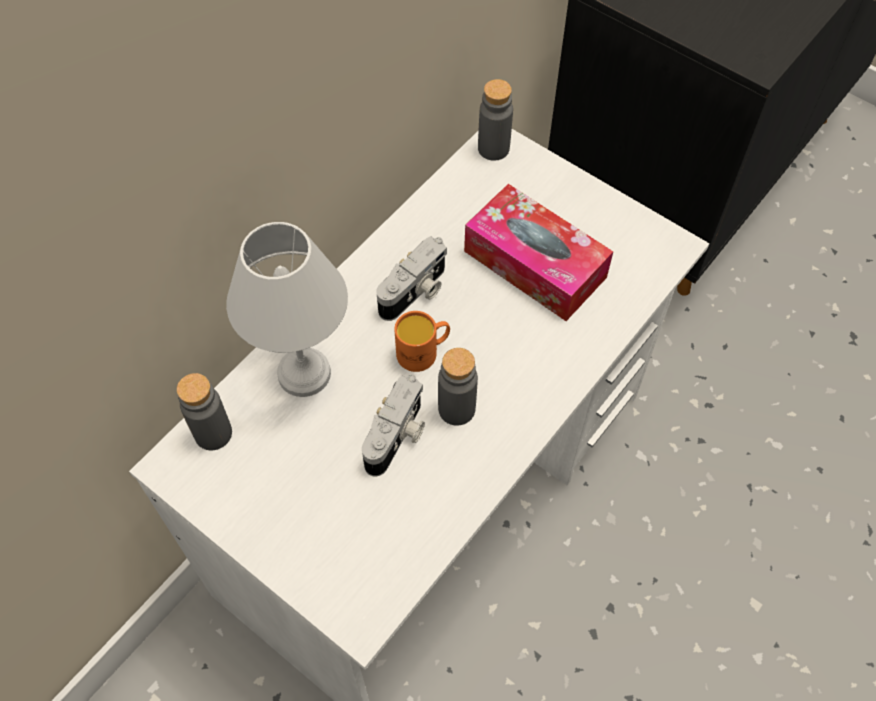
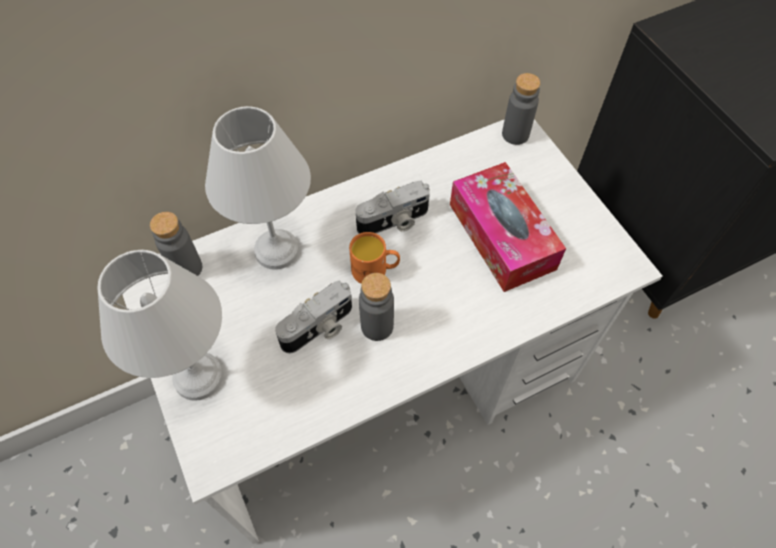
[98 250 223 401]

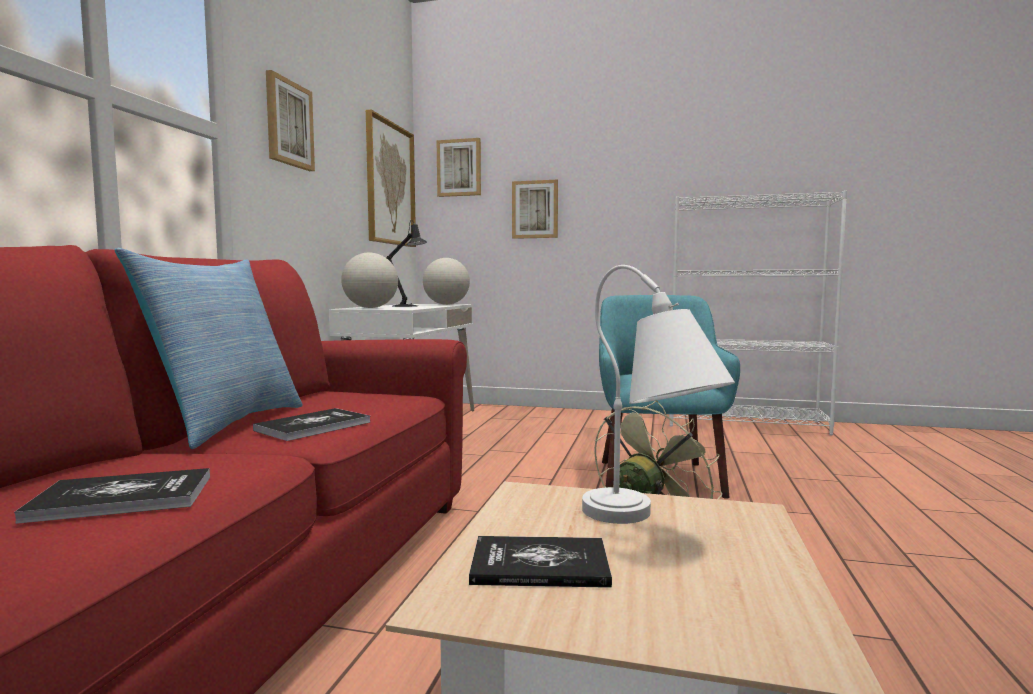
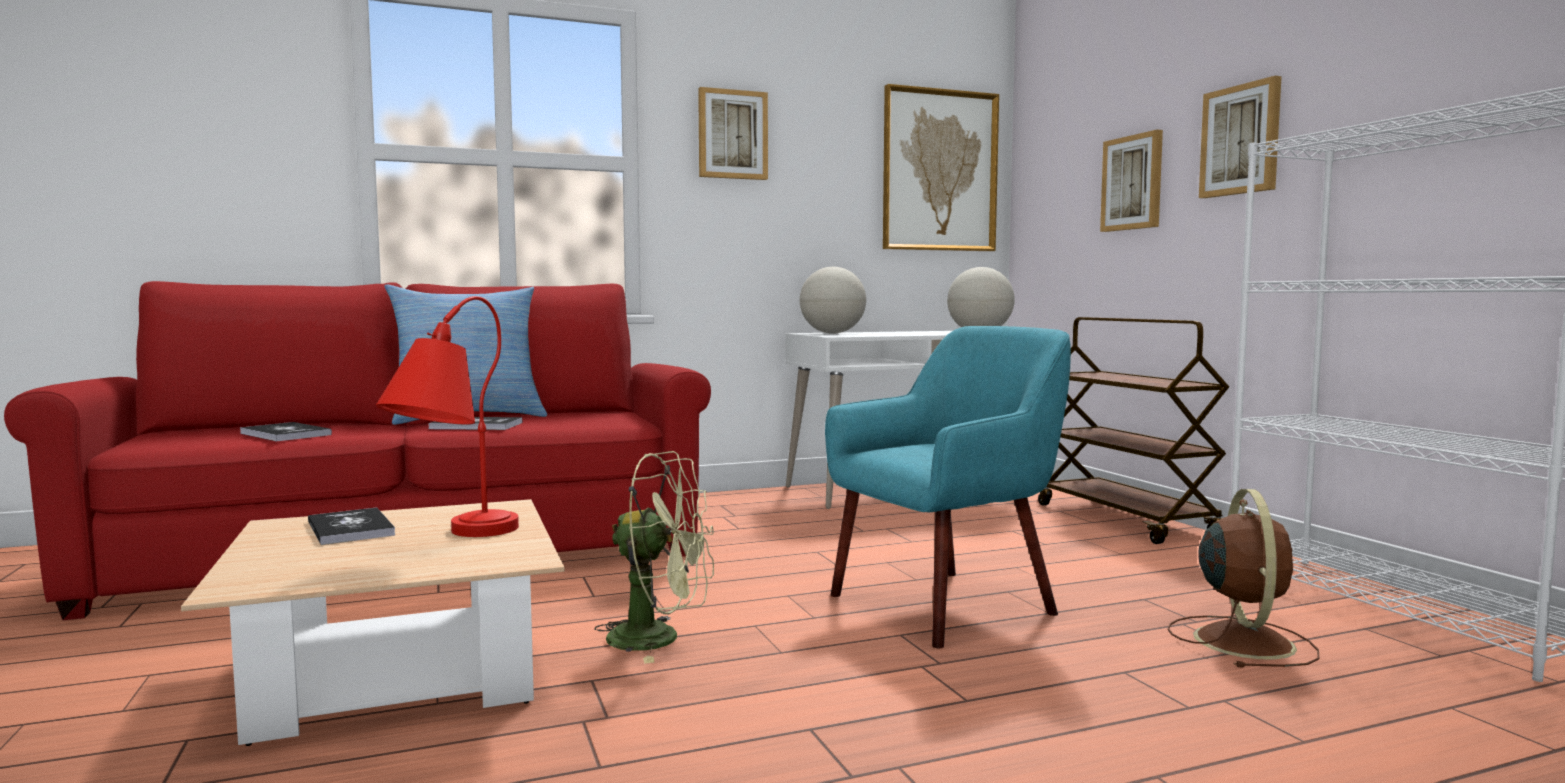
[1199 76 1282 198]
[386 220 427 307] (first image)
[376 296 519 537]
[1038 317 1229 544]
[1168 489 1319 668]

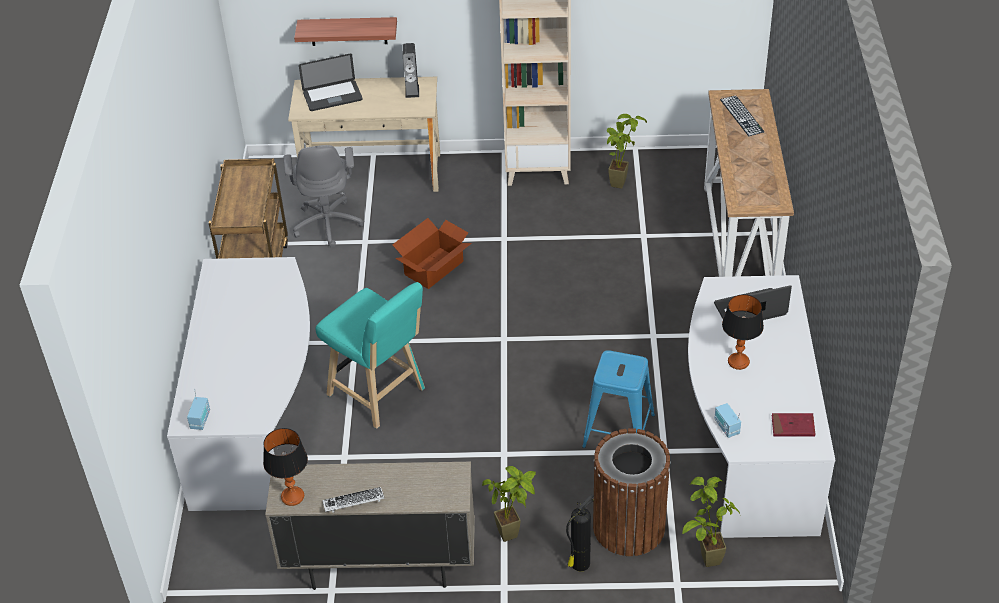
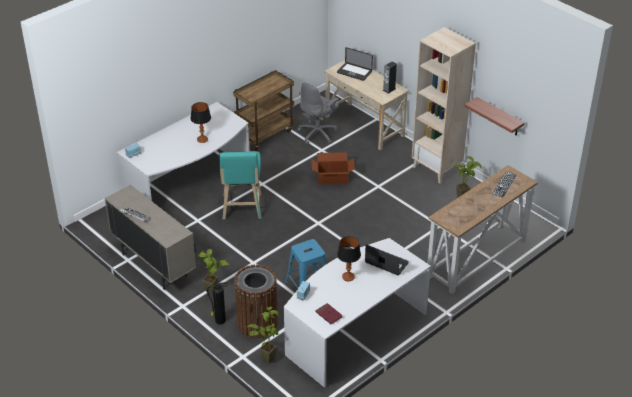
[464 97 525 136]
[191 102 211 143]

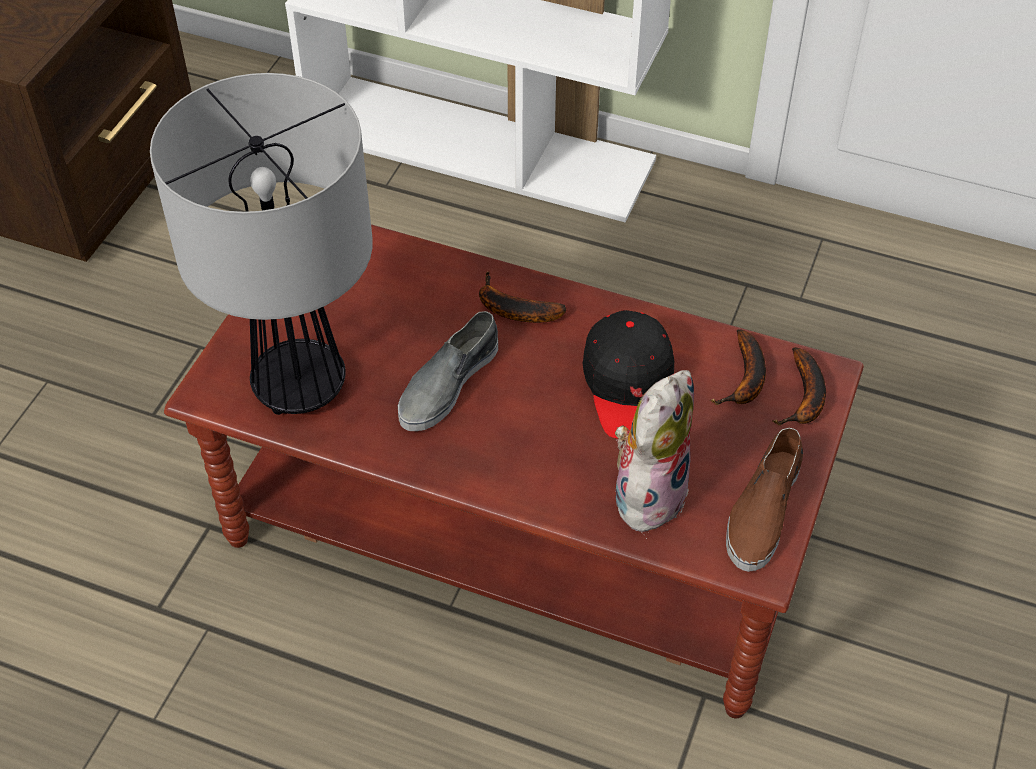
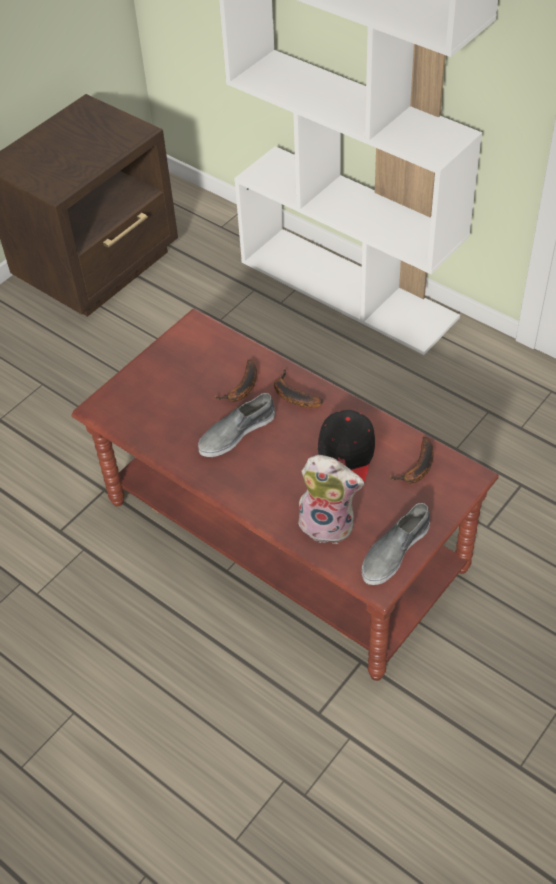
[150 73 373 415] (first image)
[214 359 257 402]
[296 455 364 544]
[362 503 430 585]

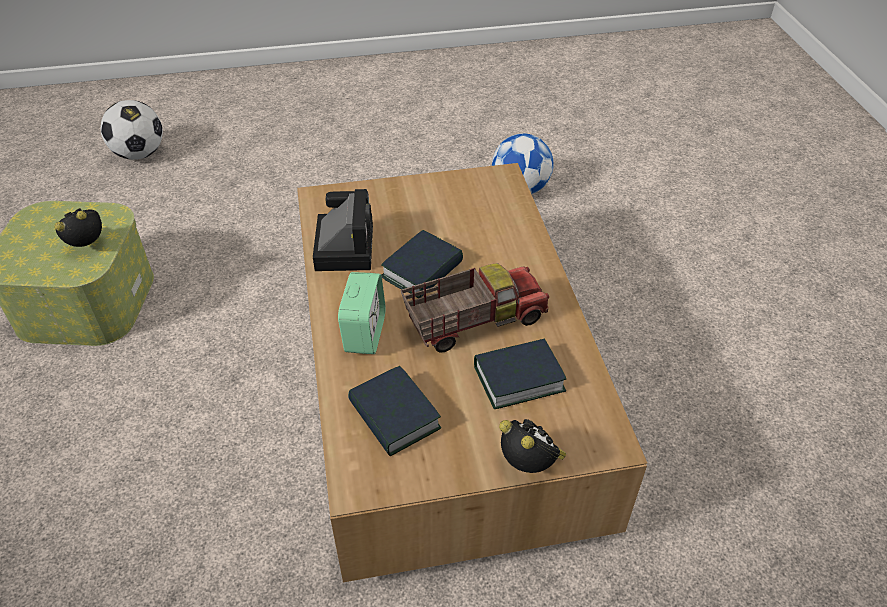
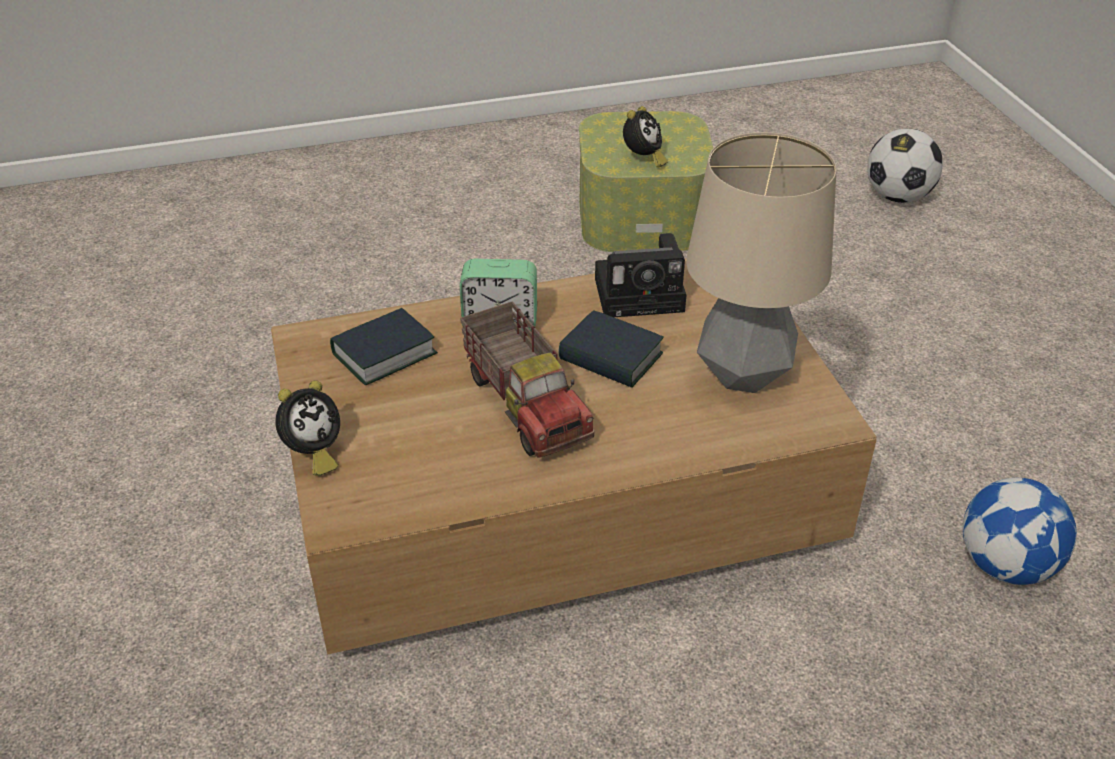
[623 106 668 168]
[474 338 566 409] (first image)
[686 132 837 393]

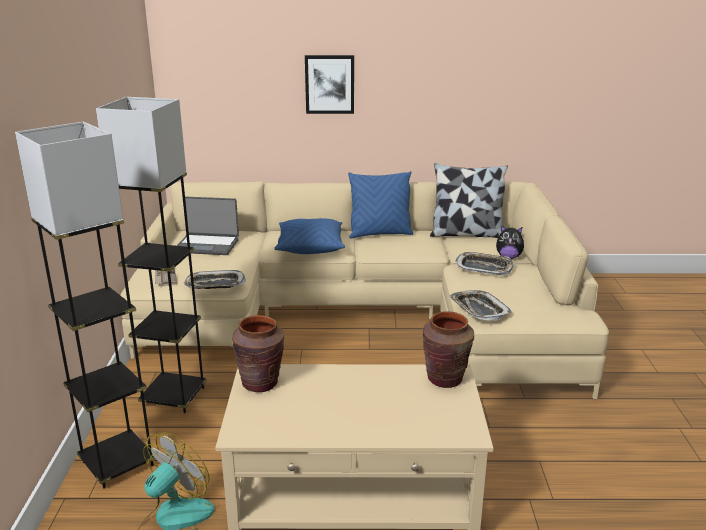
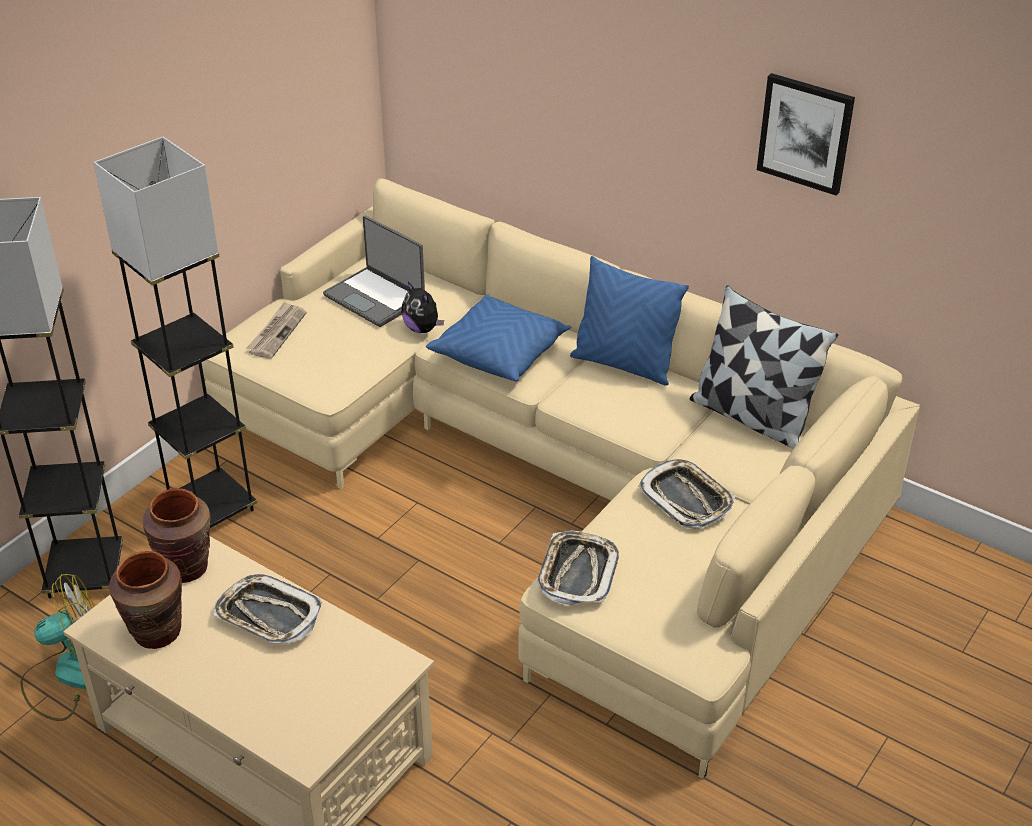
[757 73 855 195]
[401 282 444 333]
[213 574 323 644]
[109 551 182 649]

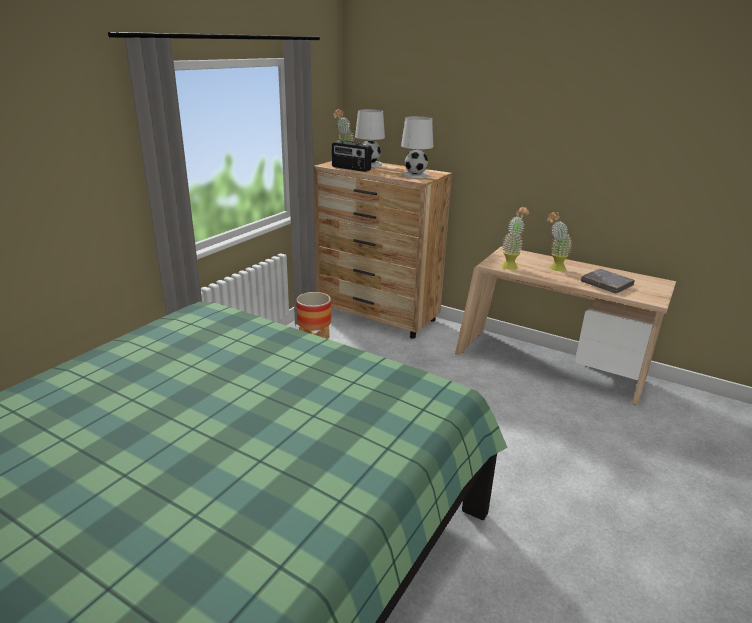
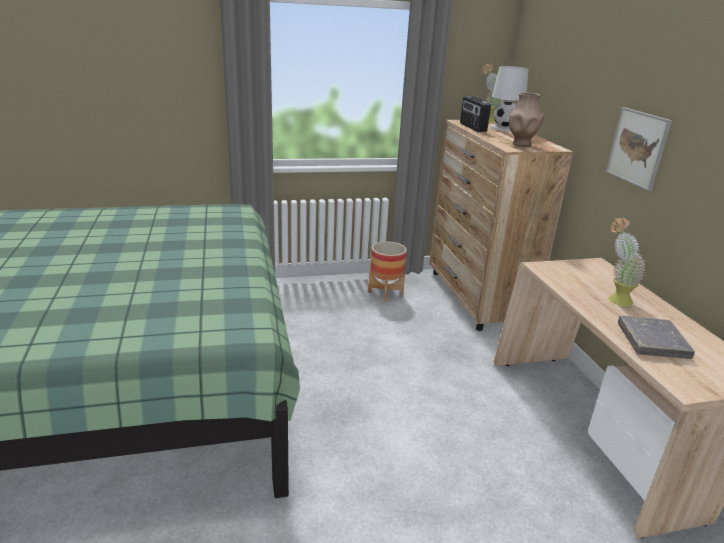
[509 93 544 147]
[501 207 529 270] (first image)
[606 107 672 191]

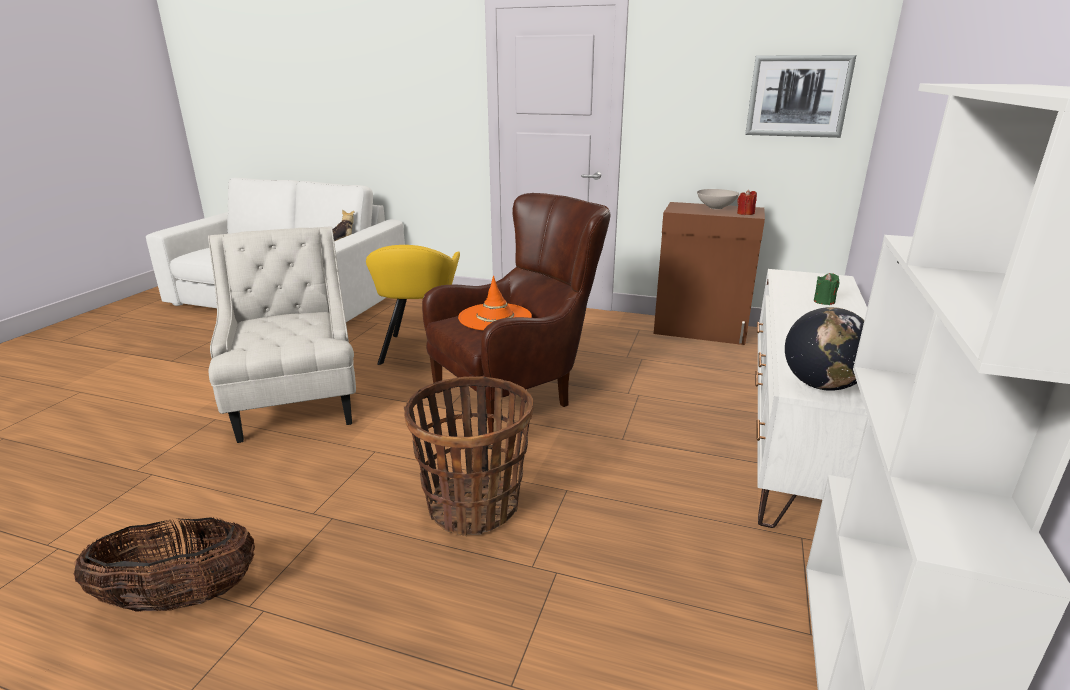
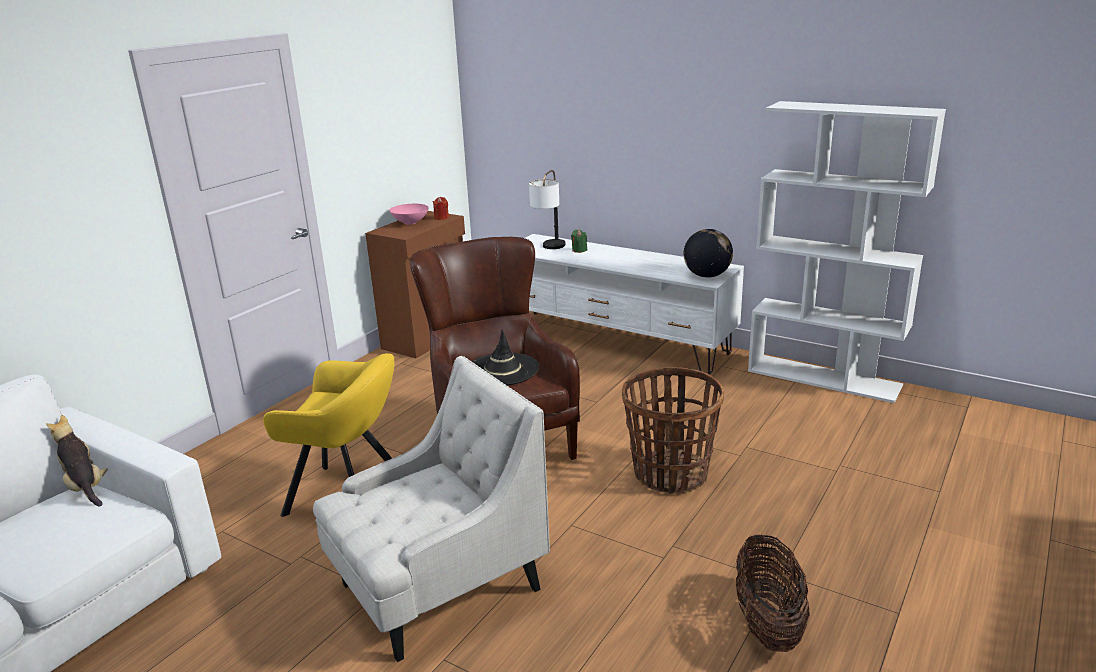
[745 55 856 138] (first image)
[390 204 429 225]
[313 356 550 662]
[472 330 539 385]
[529 170 566 249]

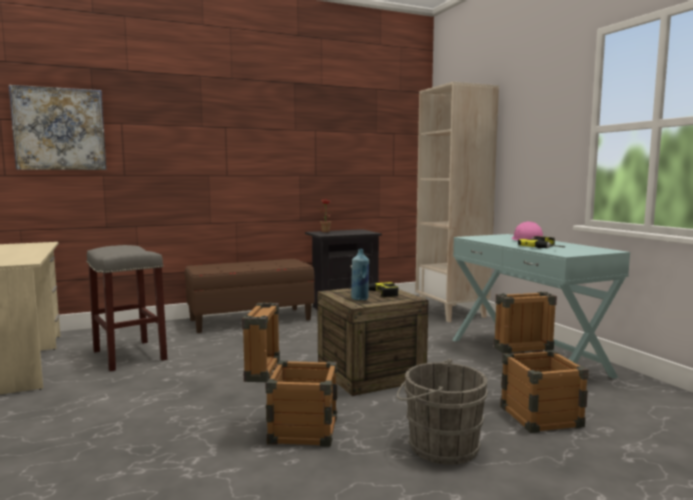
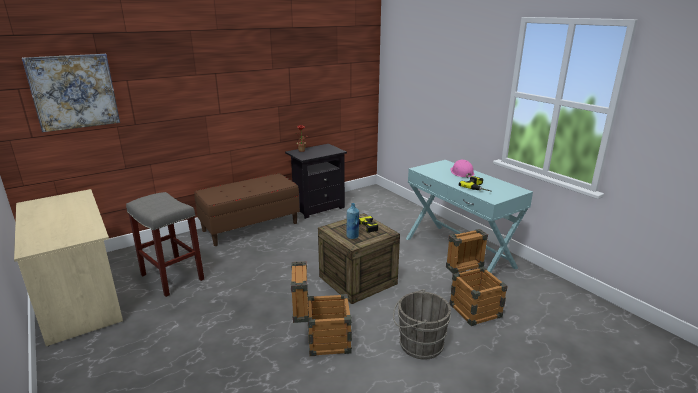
[415 82 499 322] (first image)

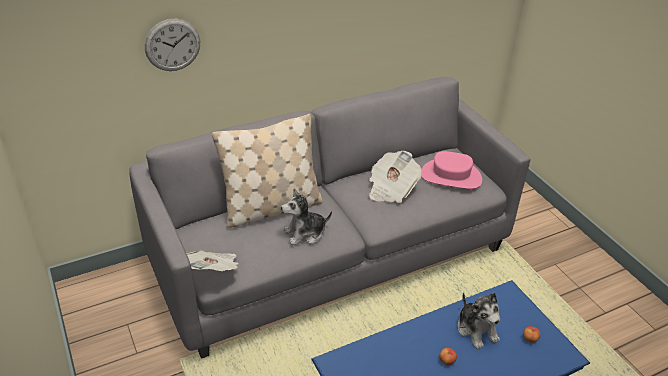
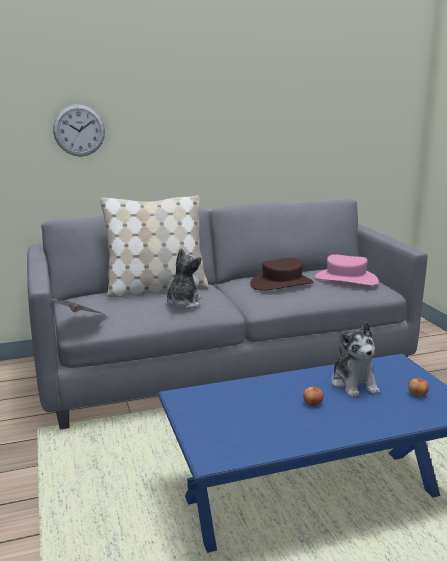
[250 258 313 291]
[165 248 201 309]

